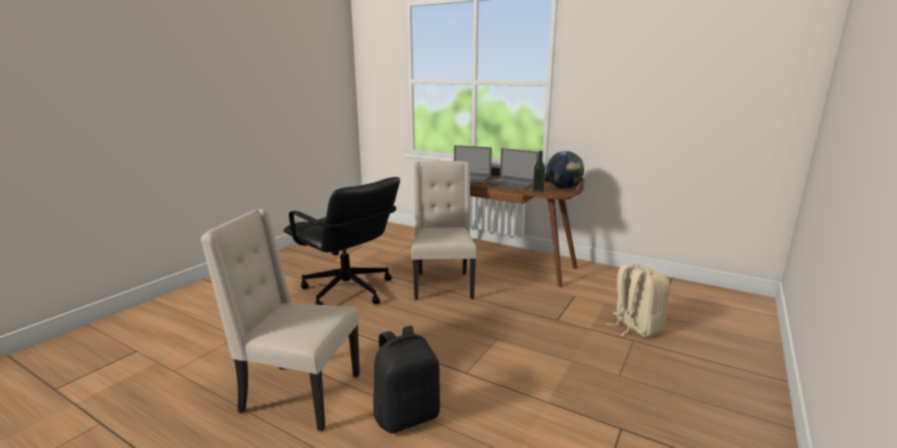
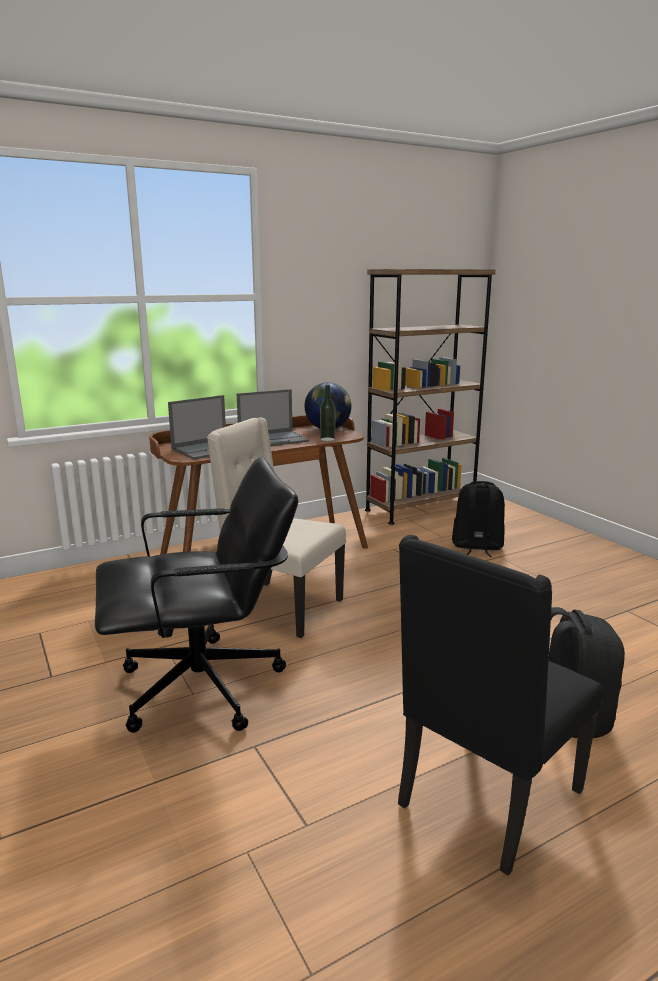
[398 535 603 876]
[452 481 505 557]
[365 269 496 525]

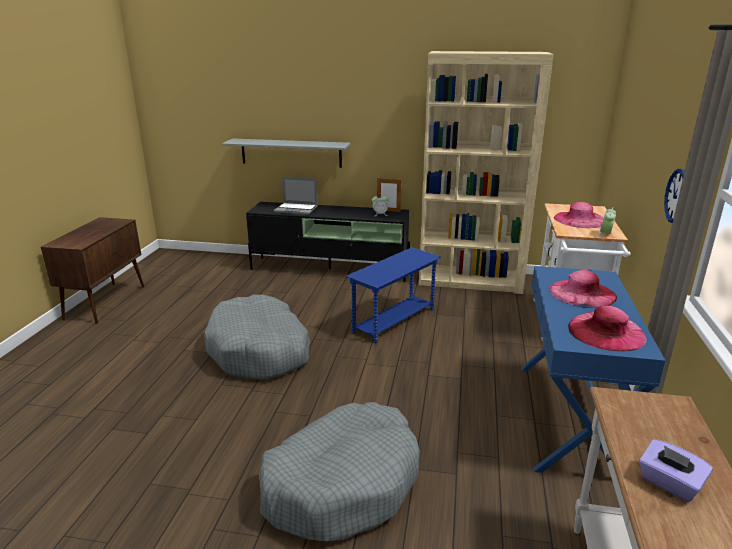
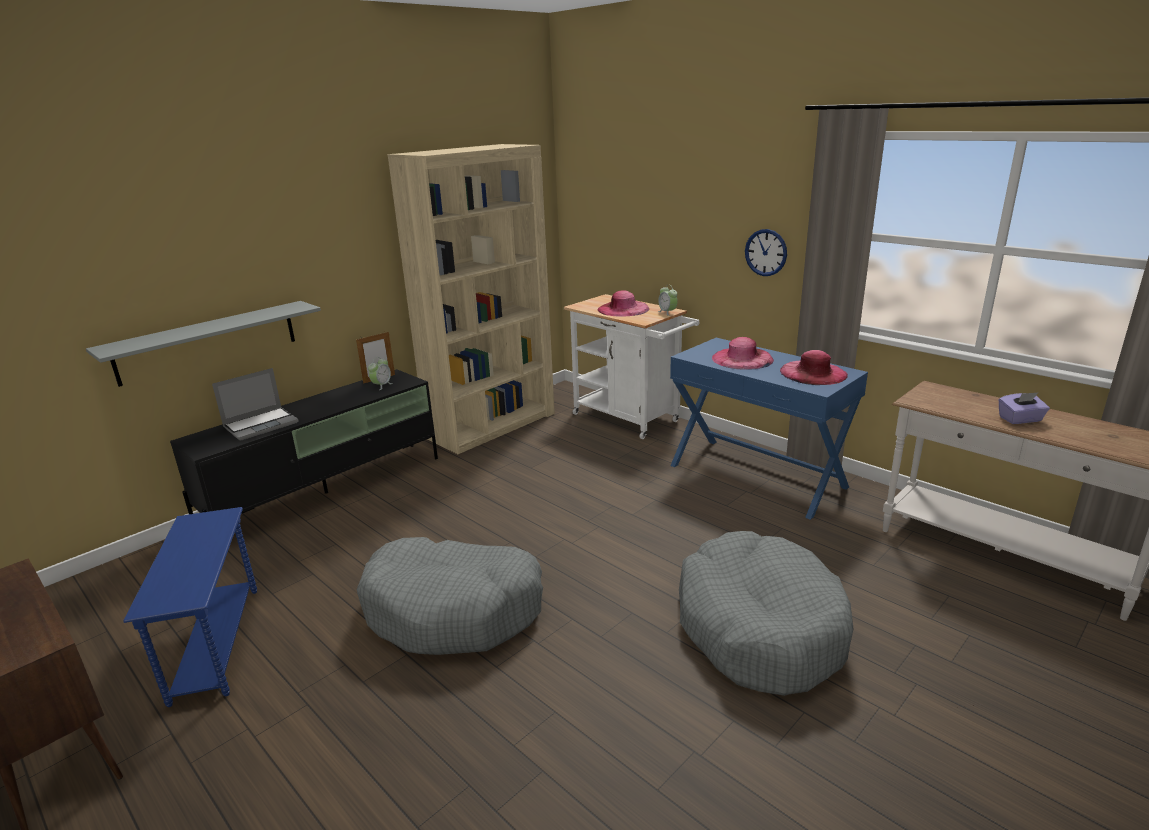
[123 507 257 707]

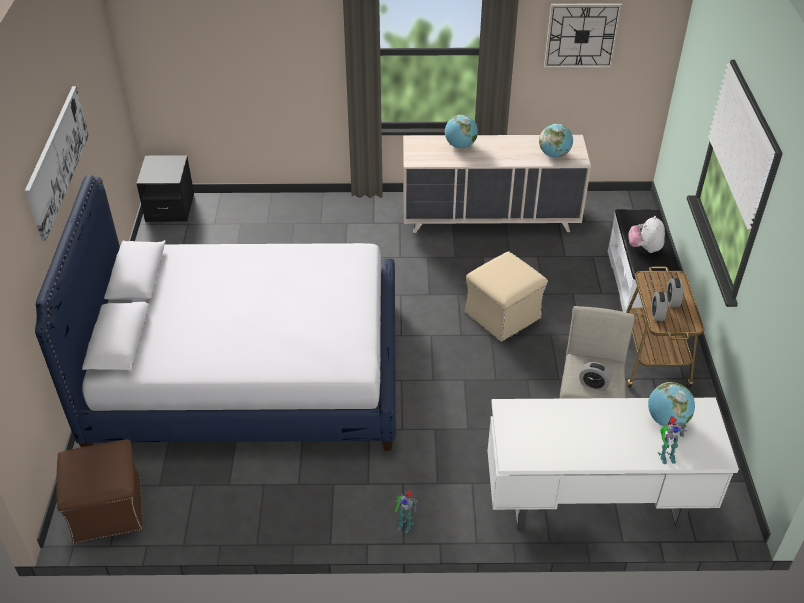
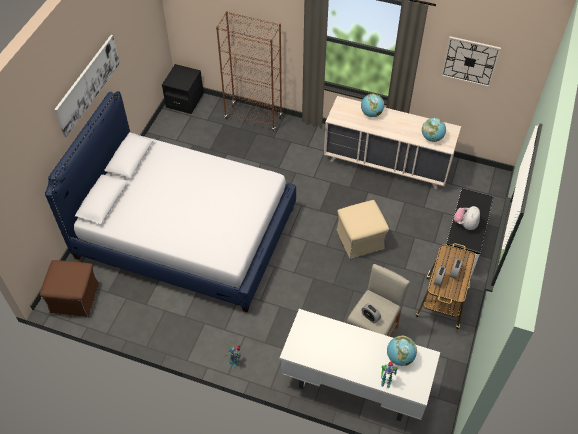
[216 11 282 131]

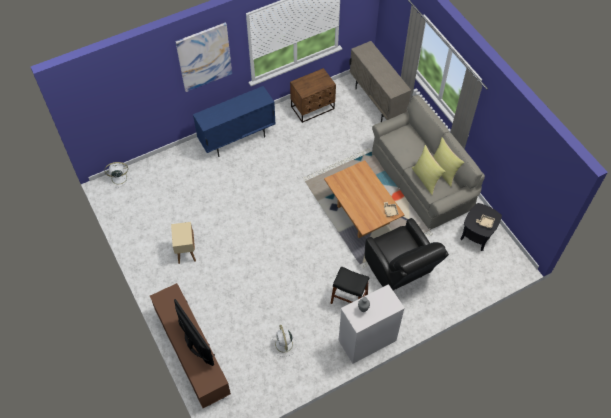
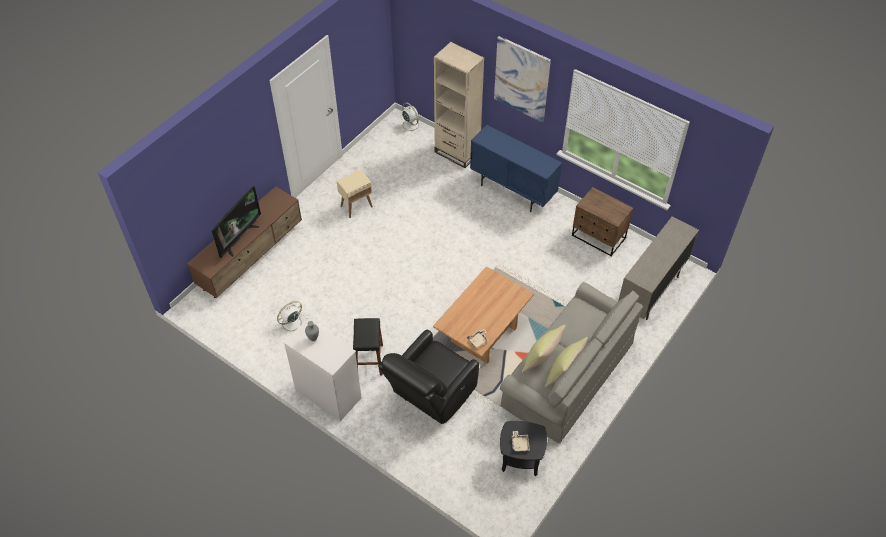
[434 42 484 168]

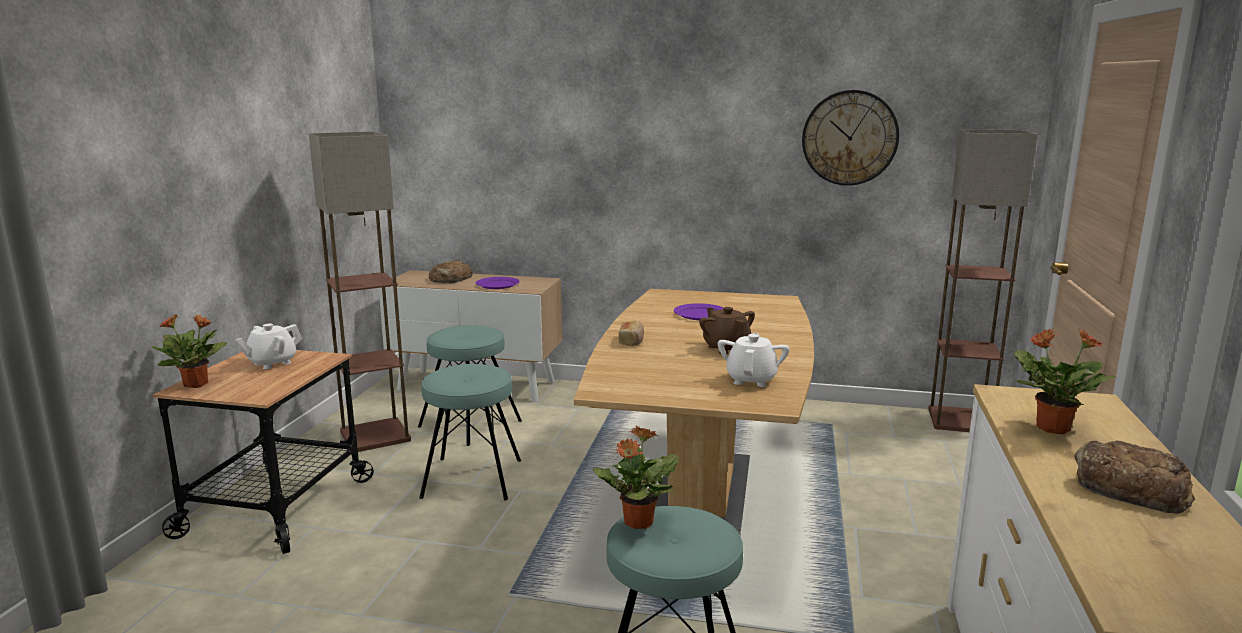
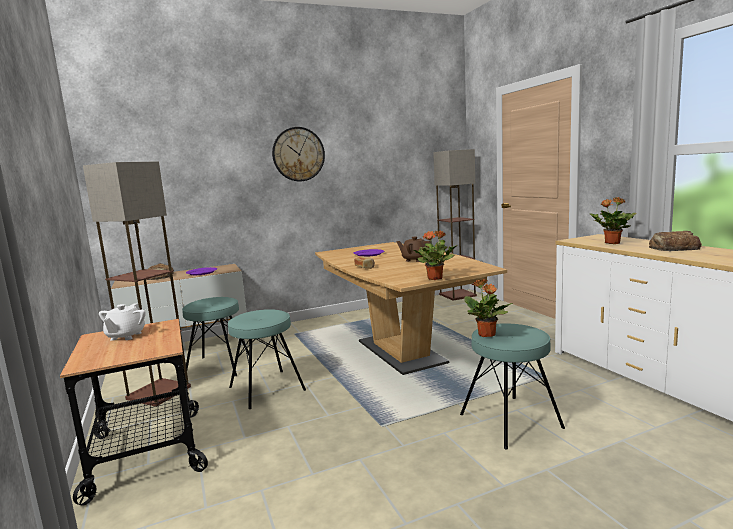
[272 127 325 181]
[412 230 457 280]
[718 333 790 387] (first image)

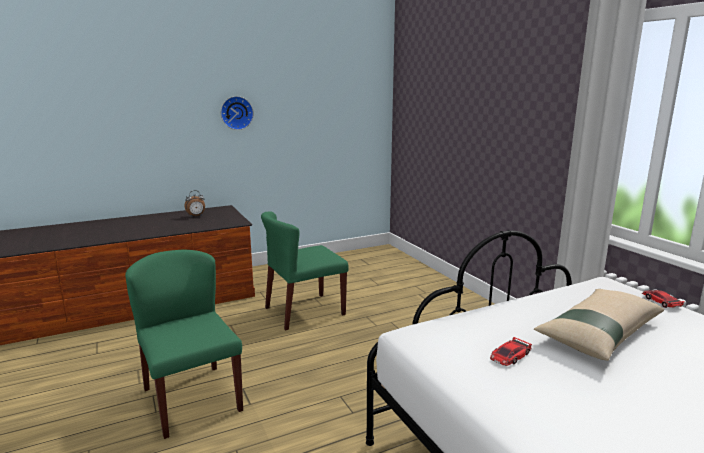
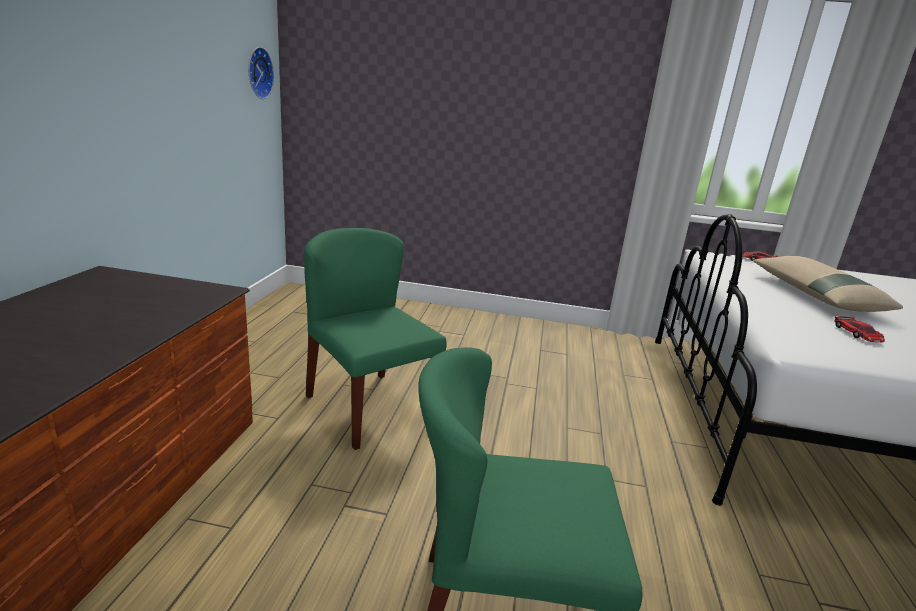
[249 47 274 99]
[184 190 205 217] (first image)
[304 228 447 450]

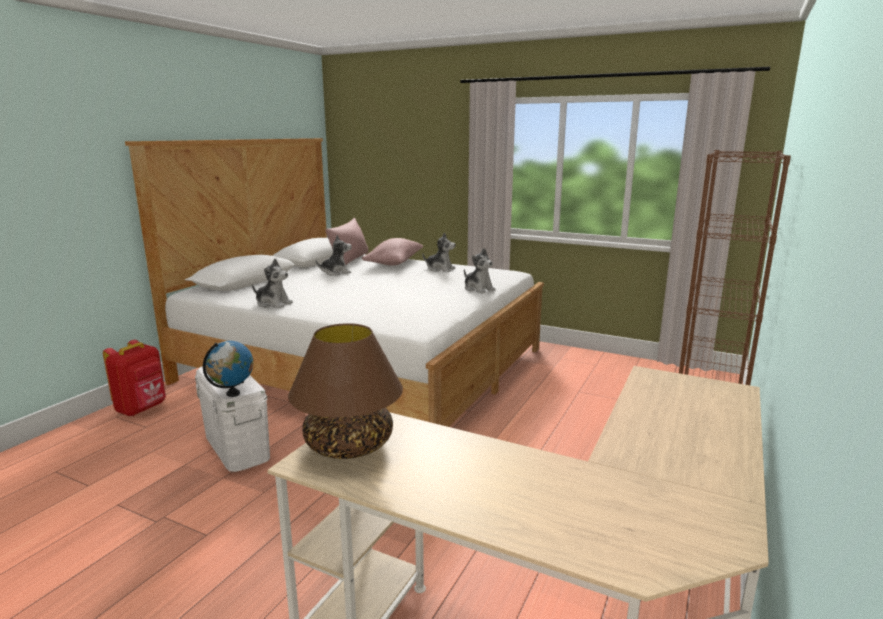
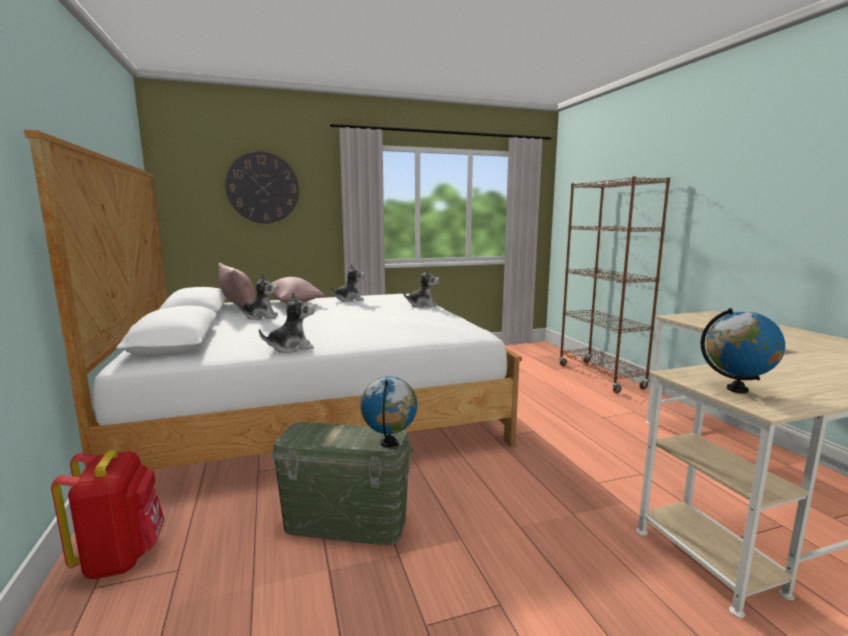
[236 274 278 320]
[701 308 785 394]
[271 422 414 545]
[225 151 299 223]

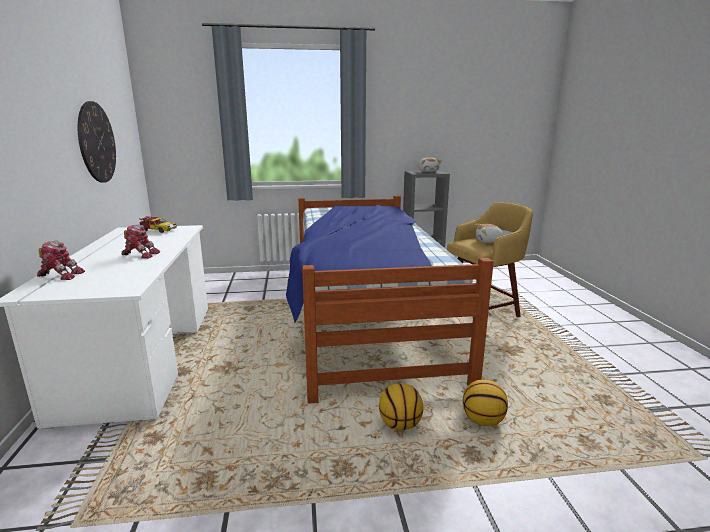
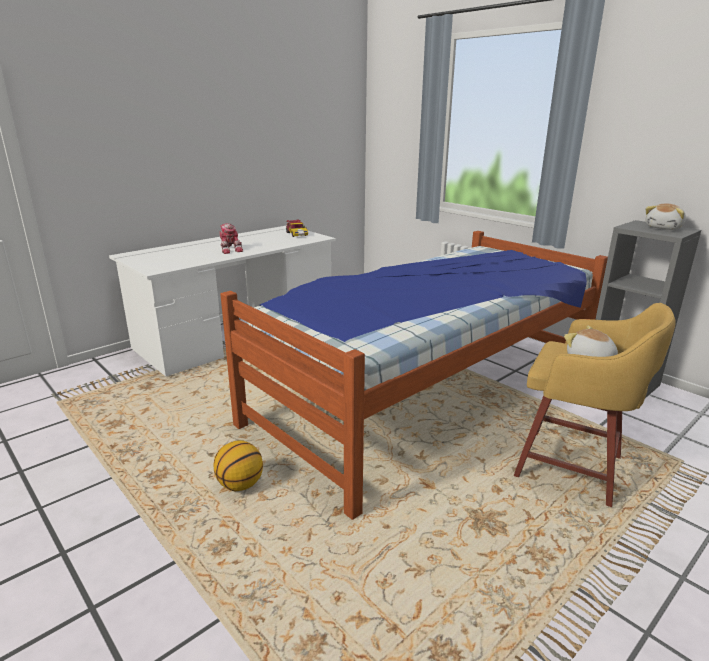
[78 101 116 183] (first image)
[37 241 85 280] (first image)
[463 379 508 426] (first image)

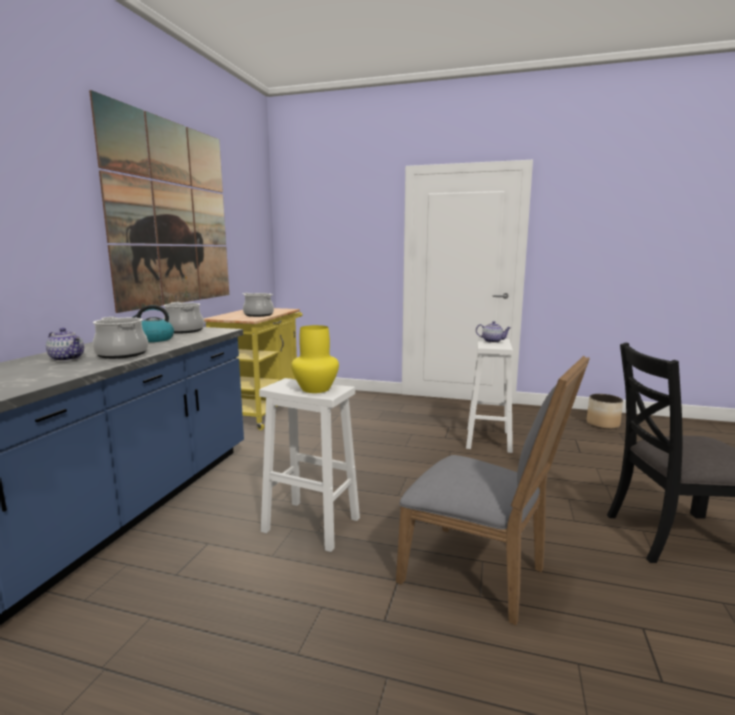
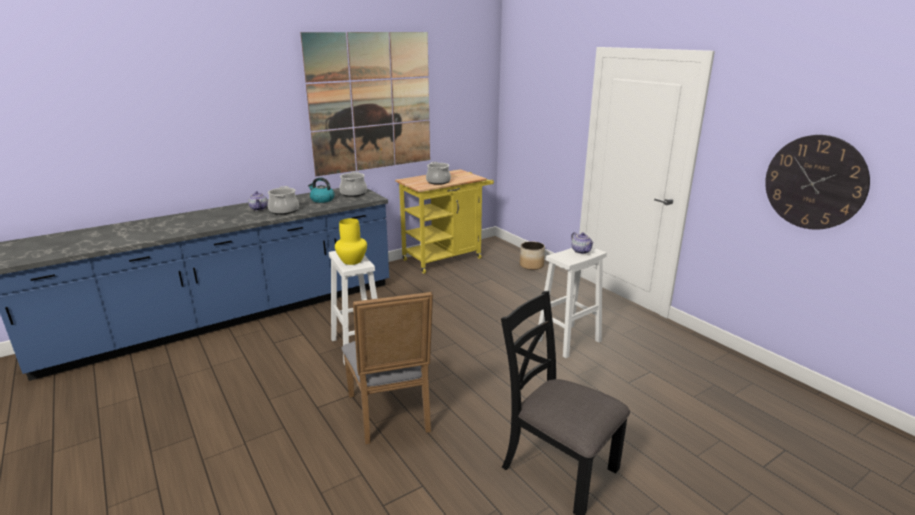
[520 241 545 270]
[765 135 870 230]

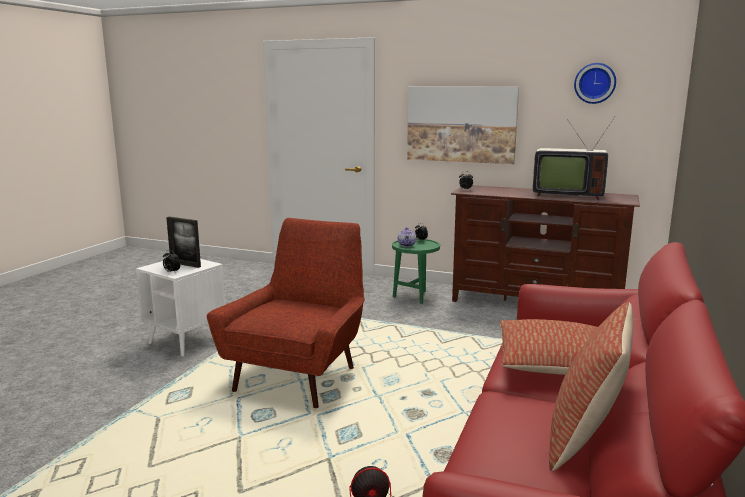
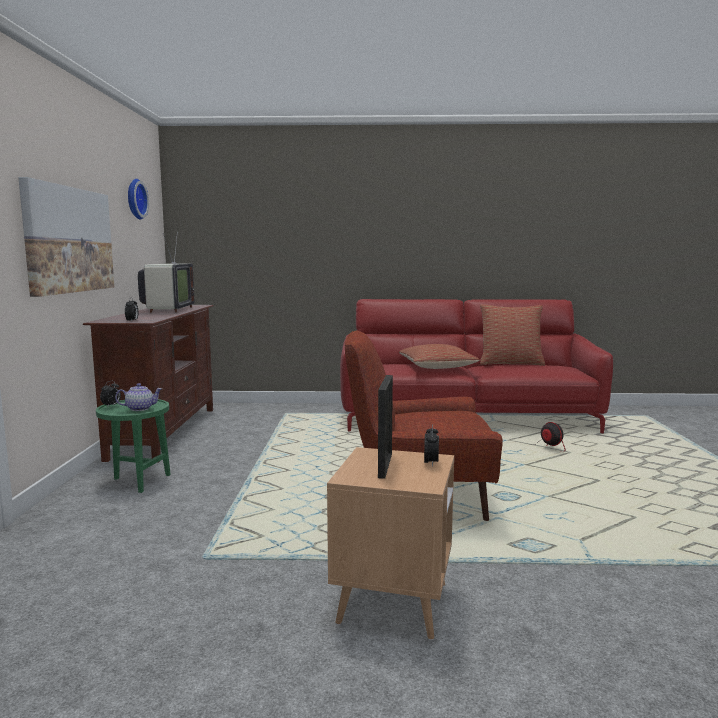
[327 447 454 640]

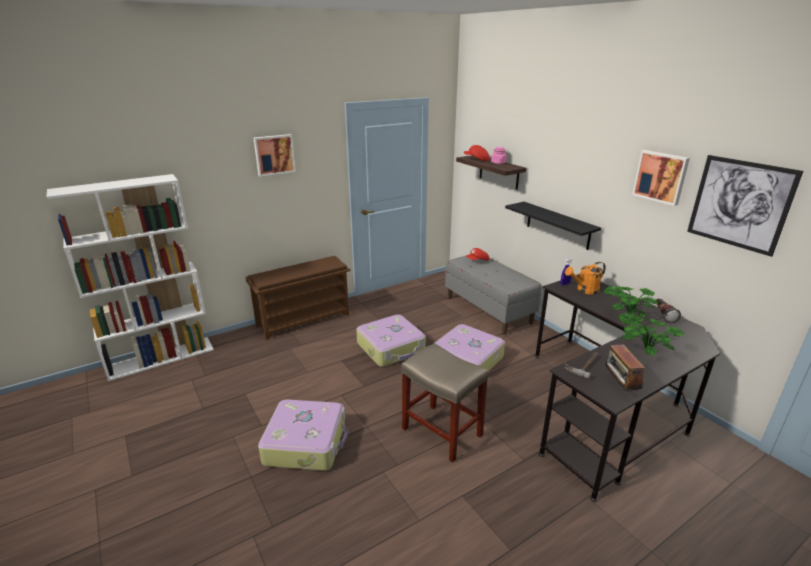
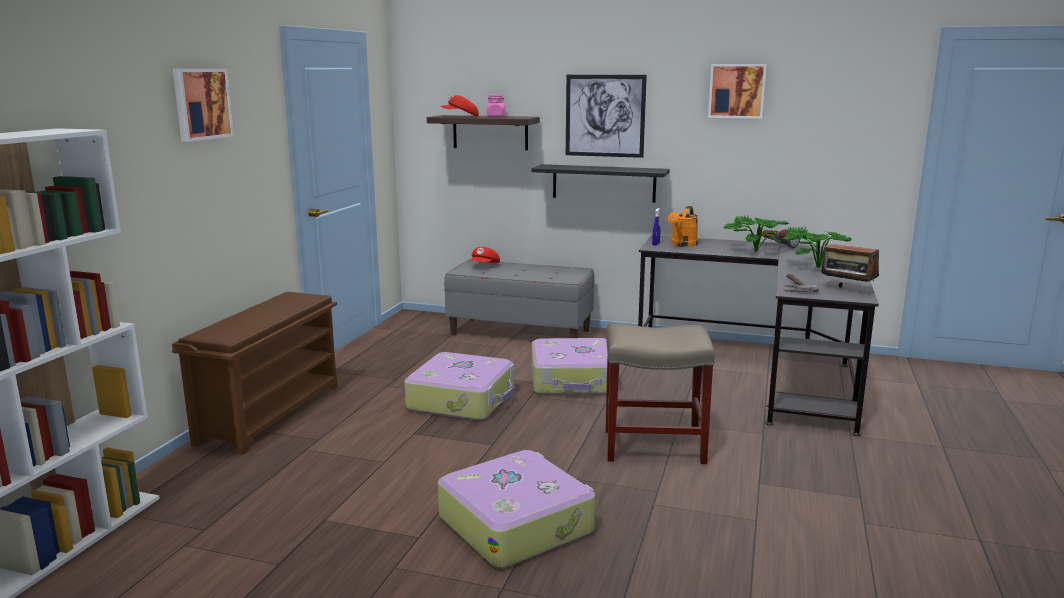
[566 75 647 158]

